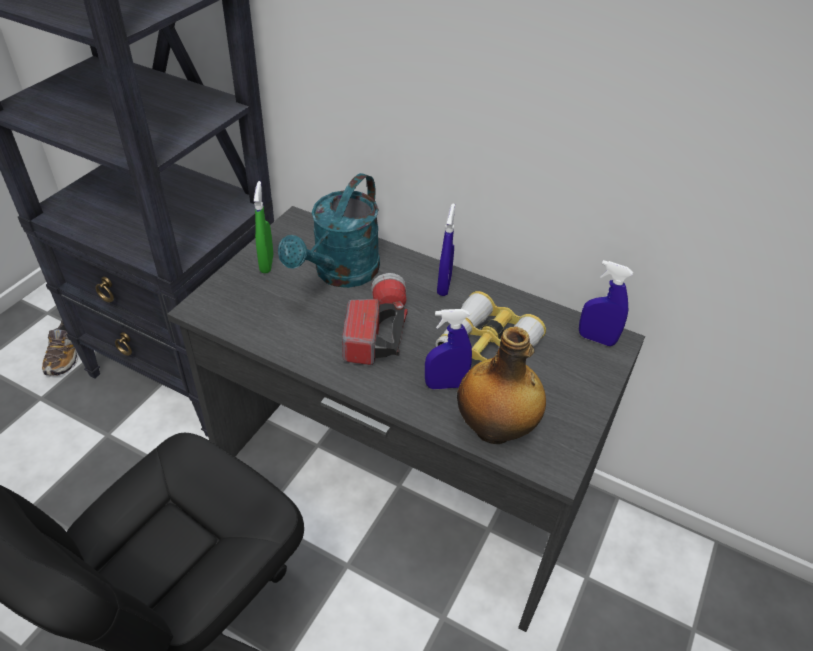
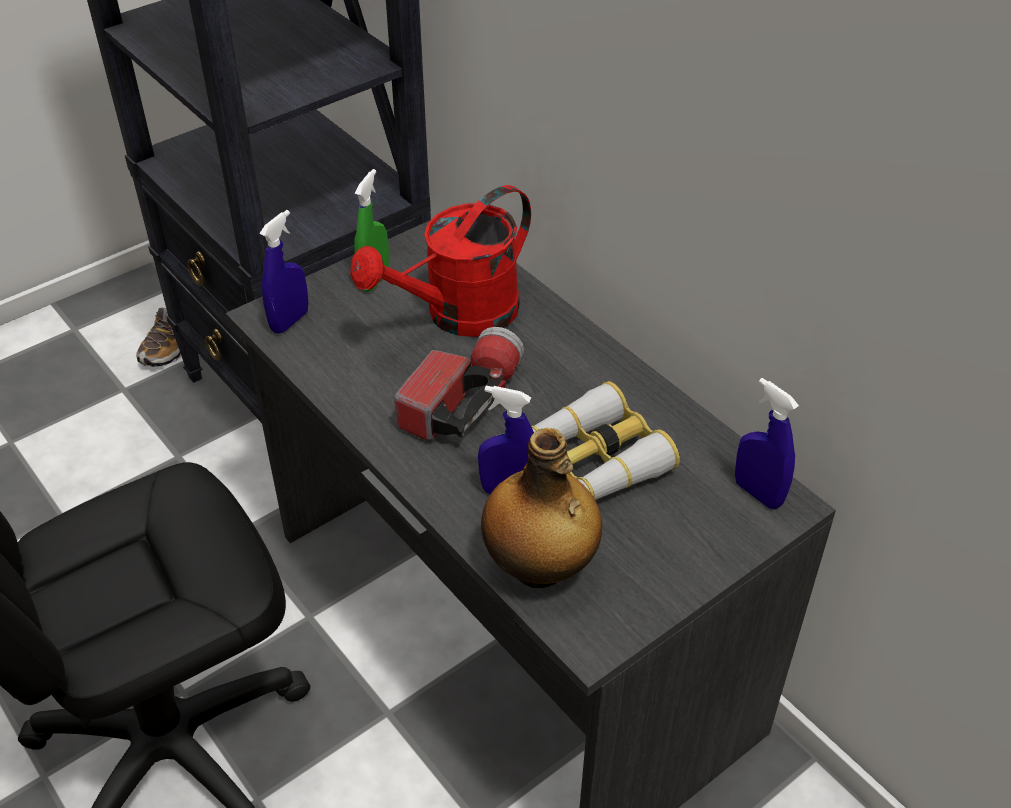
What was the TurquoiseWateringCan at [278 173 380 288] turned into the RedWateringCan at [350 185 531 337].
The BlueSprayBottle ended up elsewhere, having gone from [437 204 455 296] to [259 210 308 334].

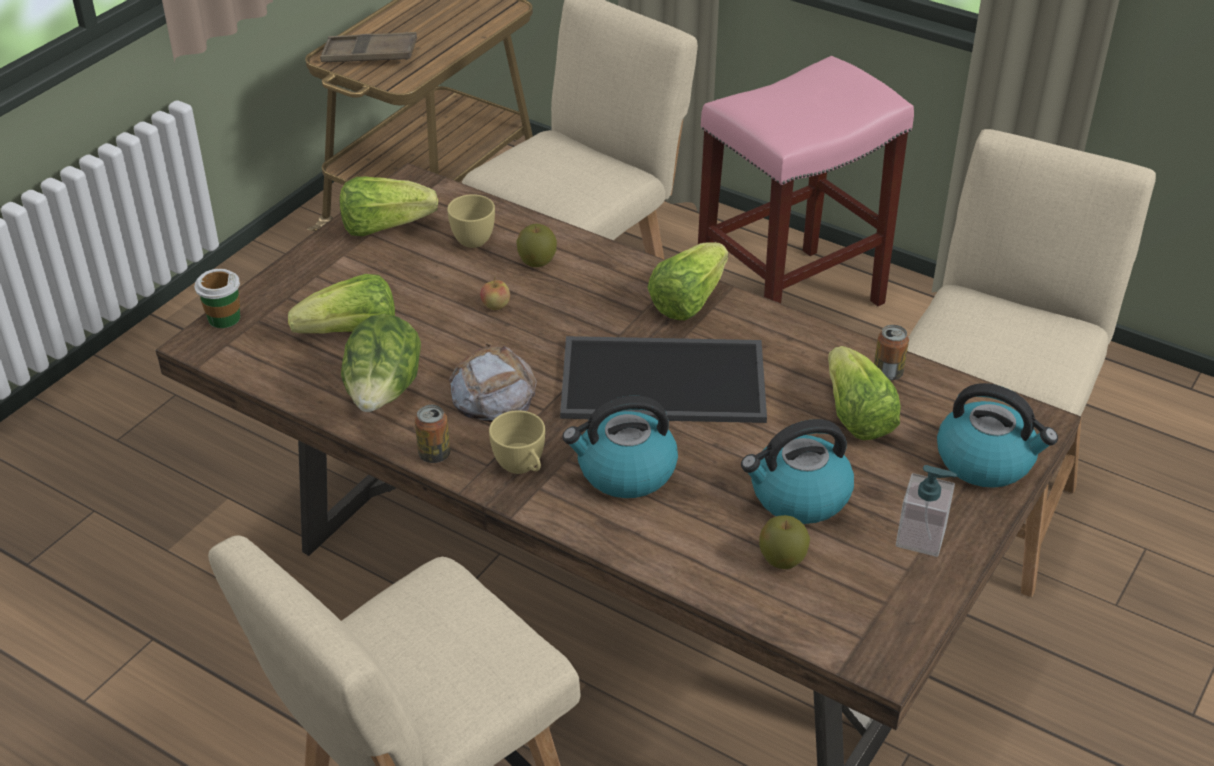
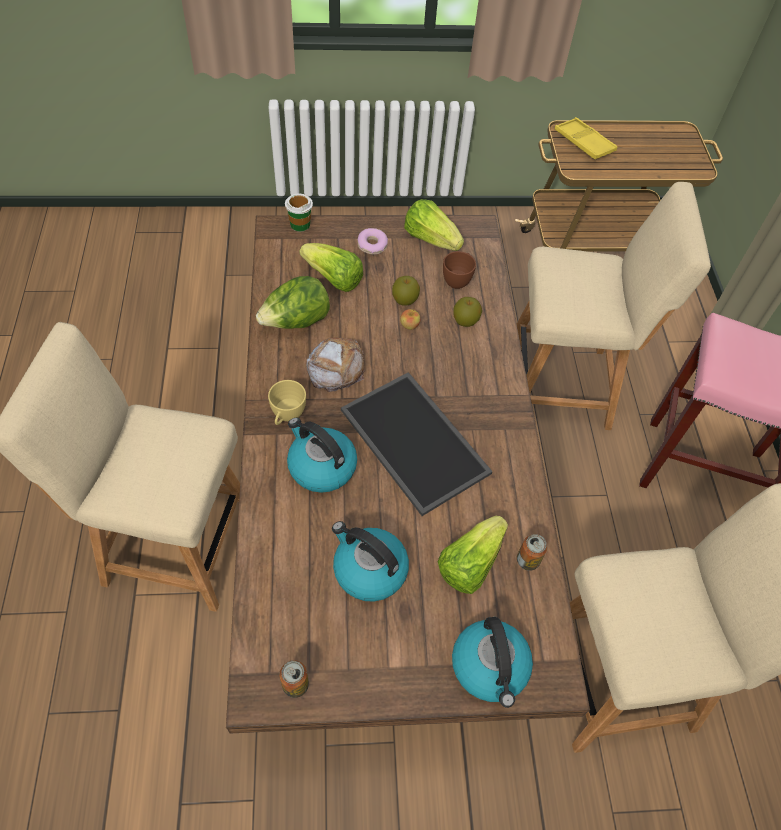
What was the BrownTray at [320 32 417 62] turned into the YellowTray at [555 117 618 159].
The Can ended up elsewhere, having gone from [415 405 450 463] to [279 660 309 698].
What was the YellowCup at [447 194 495 248] turned into the BrownCup at [443 251 476 289].
The second view lost the Lettuce at [647 242 728 320].
The Apple ended up elsewhere, having gone from [759 515 810 569] to [392 276 420 306].
The second view lost the SoapDispenser at [896 465 957 557].
The second view gained the Donut at [358 228 388 255].

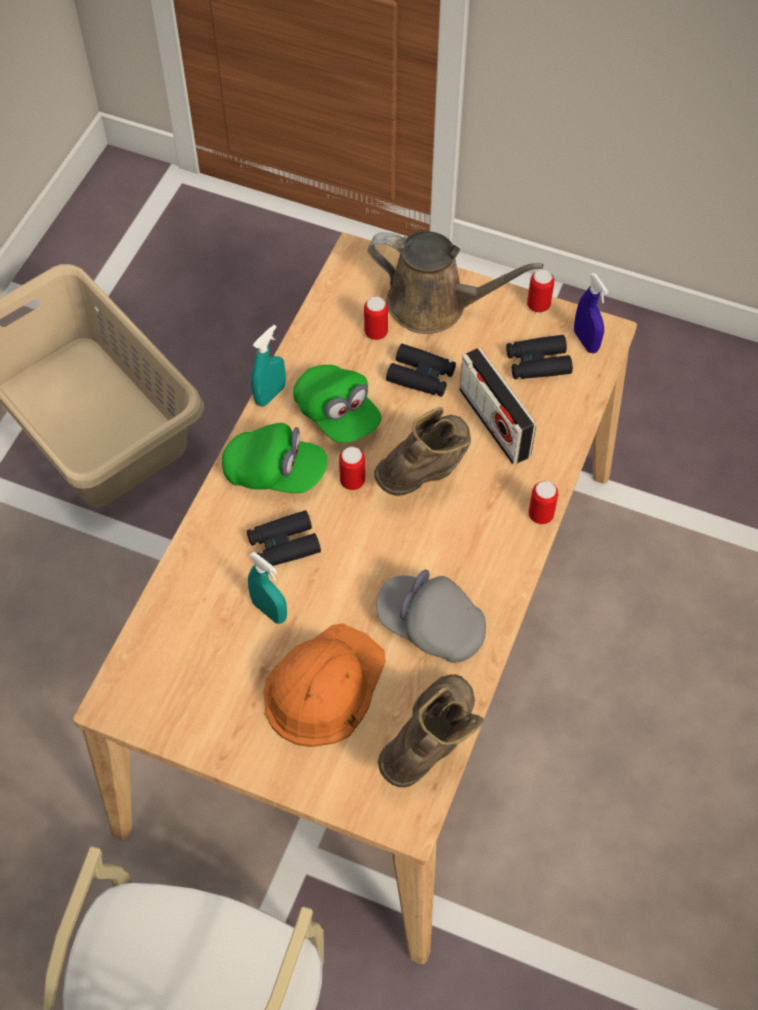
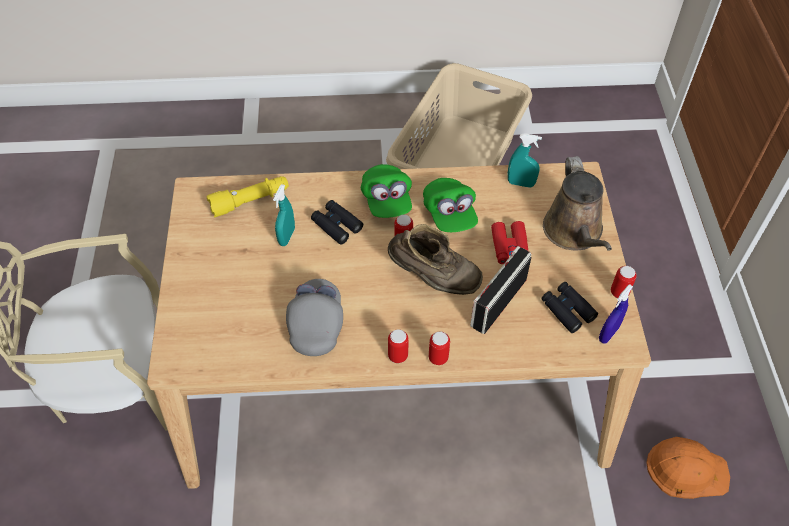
The TurquoiseSprayBottle ended up elsewhere, having gone from [251 325 286 406] to [508 133 542 188].
The OrangeHardHat ended up elsewhere, having gone from [263 623 386 747] to [646 437 730 499].
The GreenCap at [293 365 381 443] ended up facing another way, 45 degrees counterclockwise from before.
The Can ended up elsewhere, having gone from [364 296 388 340] to [388 329 409 363].
The second view lost the BrownBoot at [378 674 484 787].
What was the BlackBinoculars at [386 344 456 397] turned into the RedBinoculars at [491 221 528 264].
The second view gained the YellowFlashlight at [207 176 289 217].

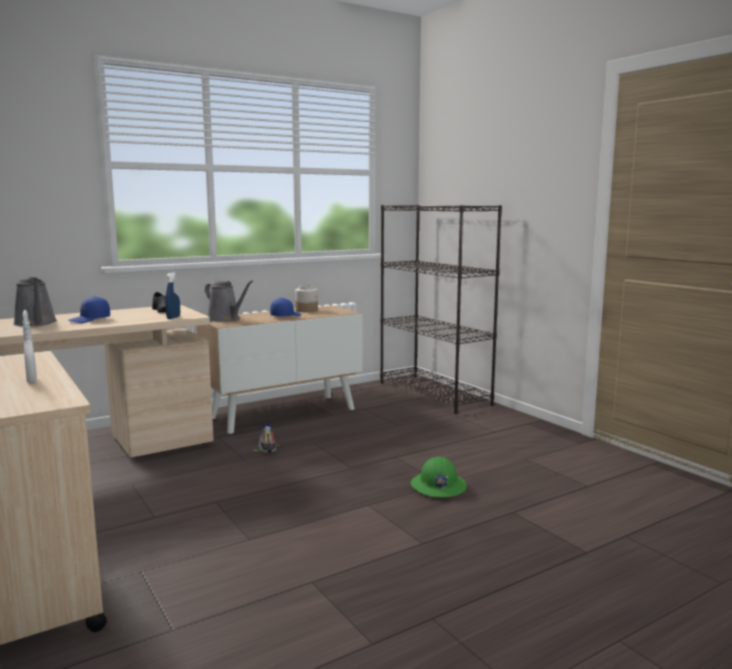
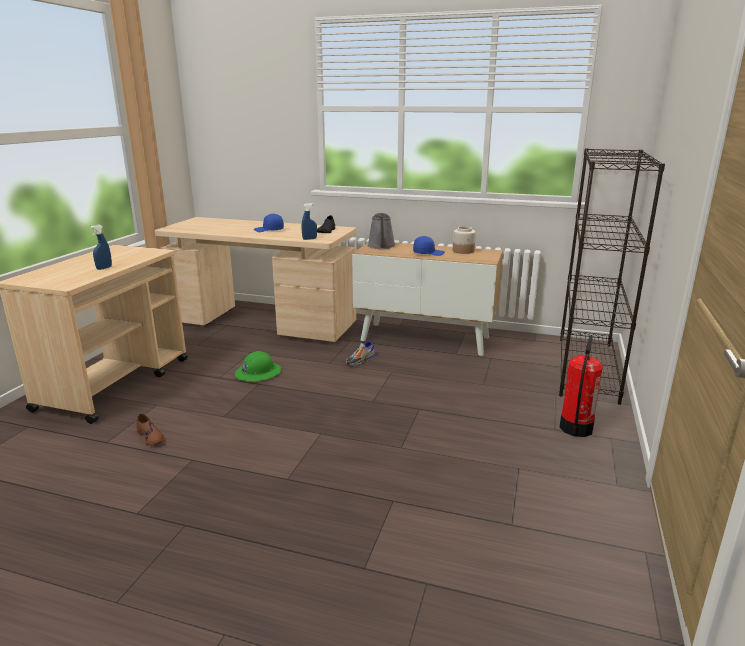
The second view lost the GreyWateringCan at [13 277 57 327].
What was the WhiteSprayBottle at [22 310 37 383] turned into the BlueSprayBottle at [90 225 112 270].
The GreenHardHat ended up elsewhere, having gone from [411 457 467 497] to [235 351 281 381].
The second view gained the BrownShoe at [136 414 165 446].
The second view gained the FireExtinguisher at [560 336 603 437].

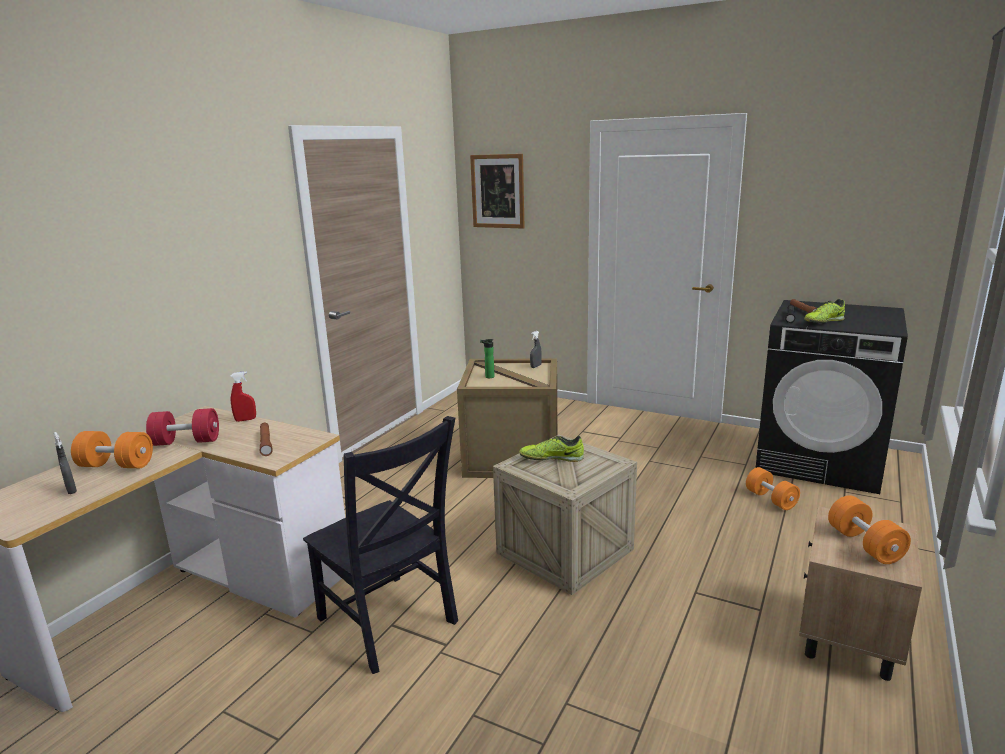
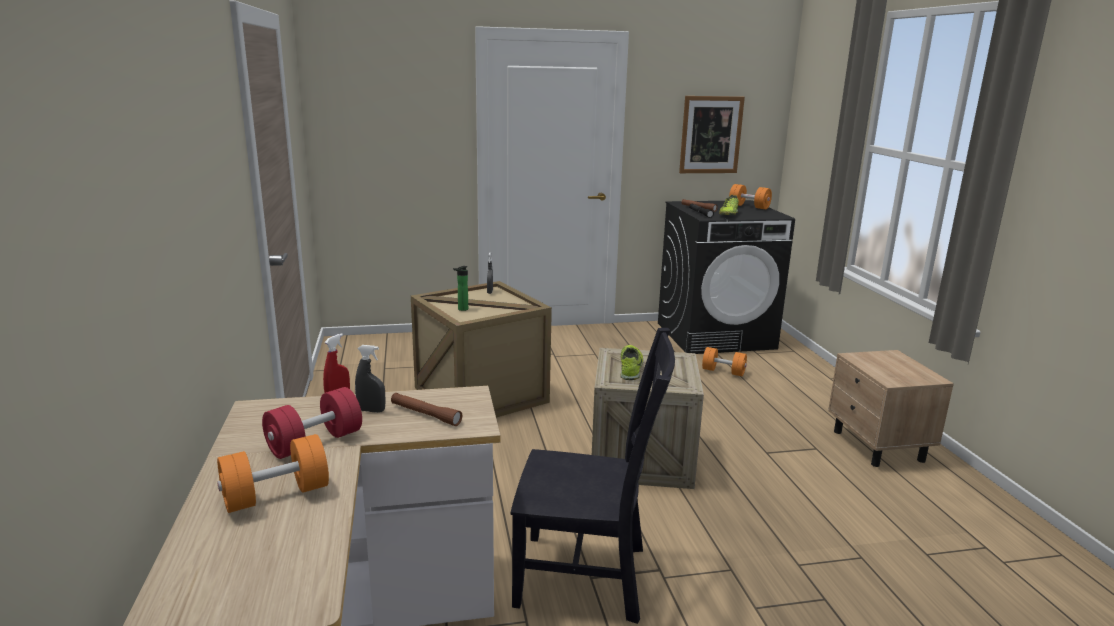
The GreySprayBottle ended up elsewhere, having gone from [53 432 77 494] to [355 345 385 413].
The Picture ended up elsewhere, having gone from [470 154 525 229] to [679 96 745 173].
The Shoe at [519 436 584 462] ended up facing another way, 135 degrees clockwise from before.
The OrangeDumbbell ended up elsewhere, having gone from [828 495 911 564] to [729 184 772 209].

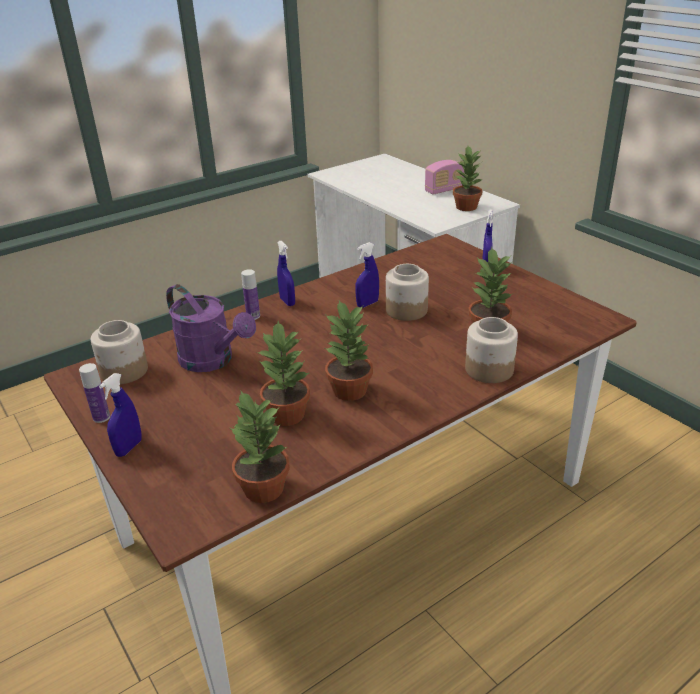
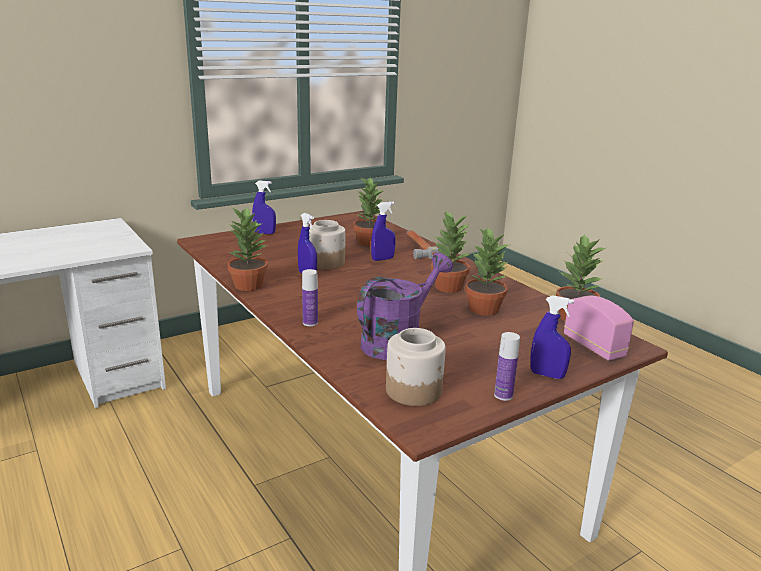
The BlueSprayBottle ended up elsewhere, having gone from [277 241 295 306] to [371 201 396 261].
The Radio ended up elsewhere, having gone from [425 160 465 195] to [564 296 634 361].
The PottedPlant ended up elsewhere, having gone from [453 146 482 211] to [228 207 268 291].
Where the Jar stood at [465 317 518 383], the Hammer came to stand at [407 230 440 259].

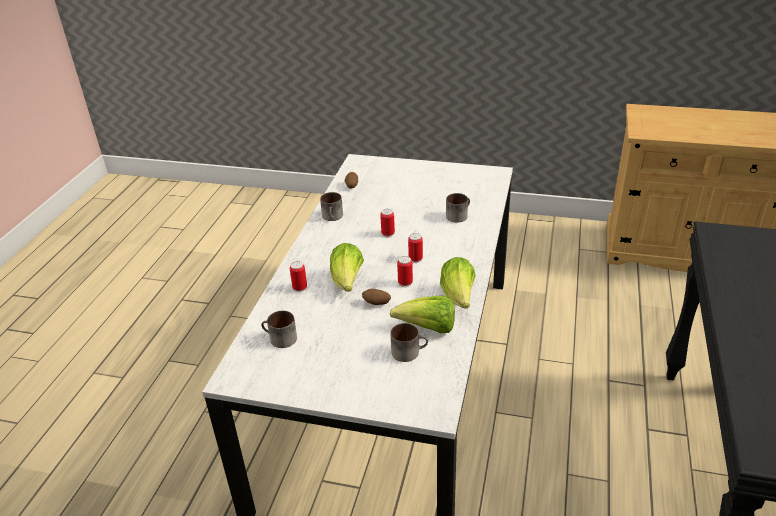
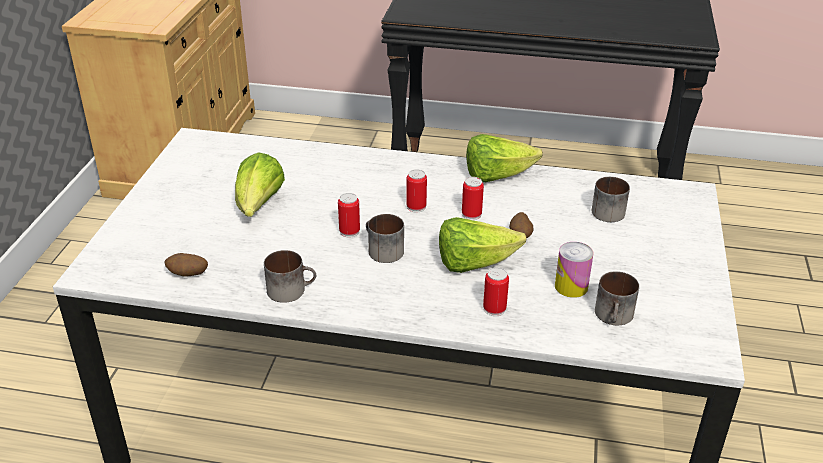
The Lettuce ended up elsewhere, having gone from [389 296 455 333] to [235 152 285 217].
The Mug ended up elsewhere, having gone from [446 193 470 223] to [366 214 404 263].
The second view gained the Can at [555 242 594 298].

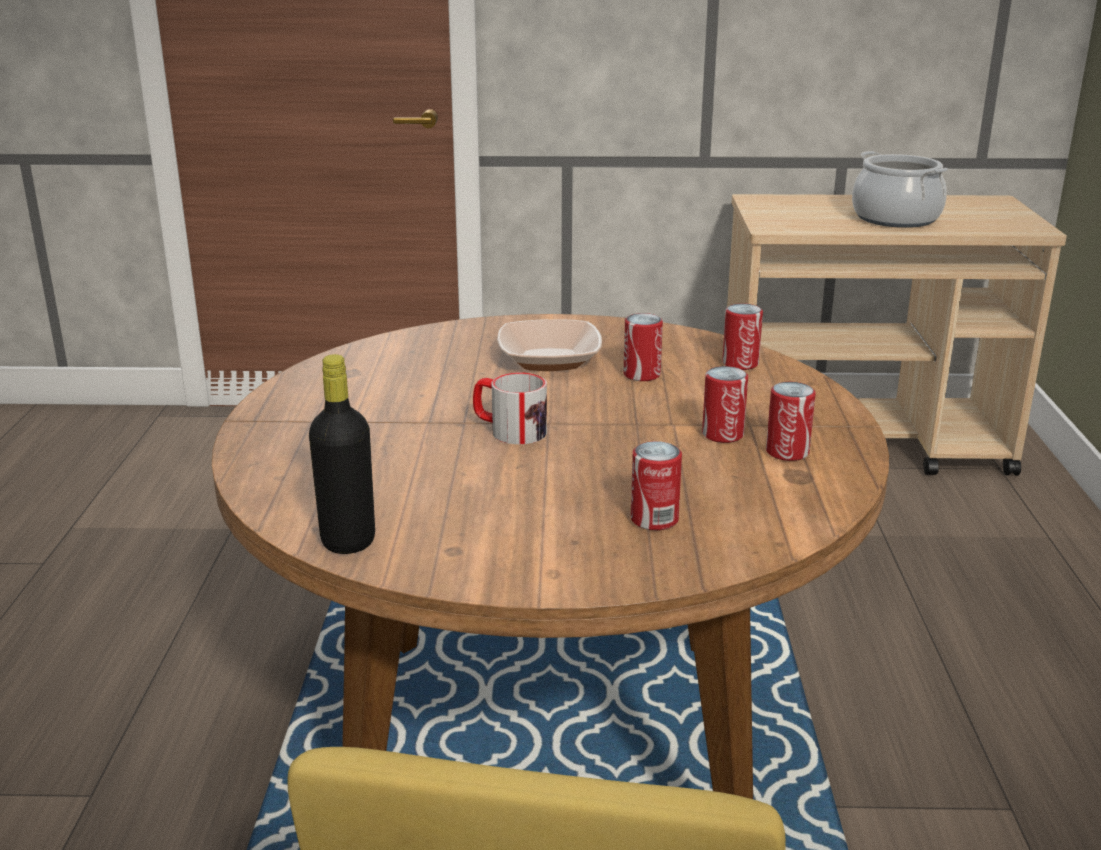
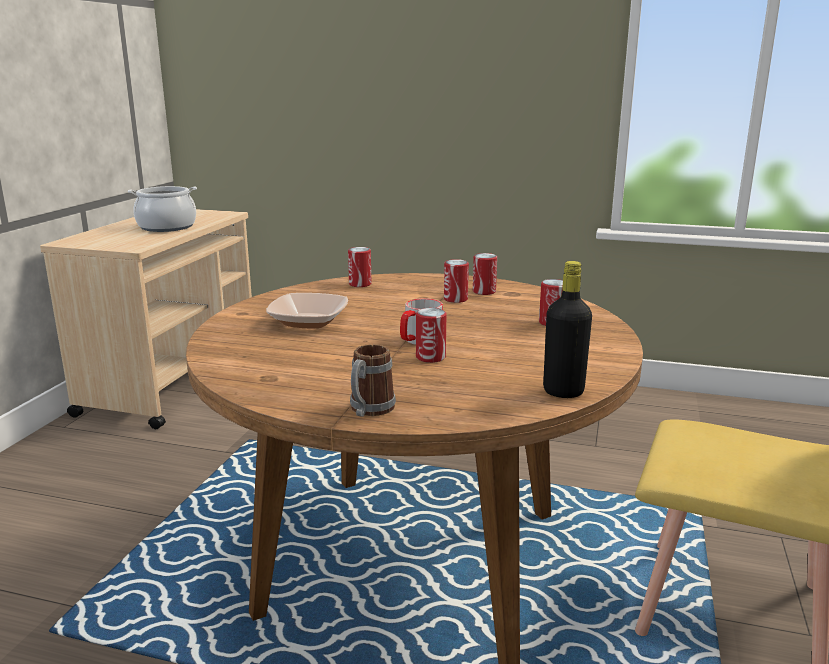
The Can ended up elsewhere, having gone from [623 313 663 381] to [416 308 446 363].
The second view gained the Mug at [350 344 396 417].

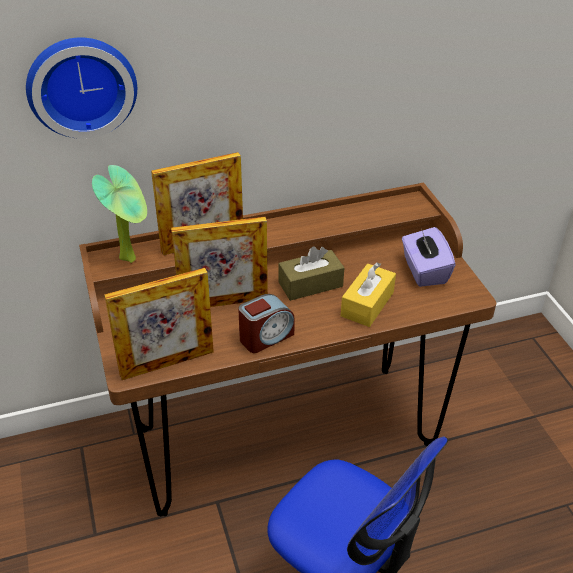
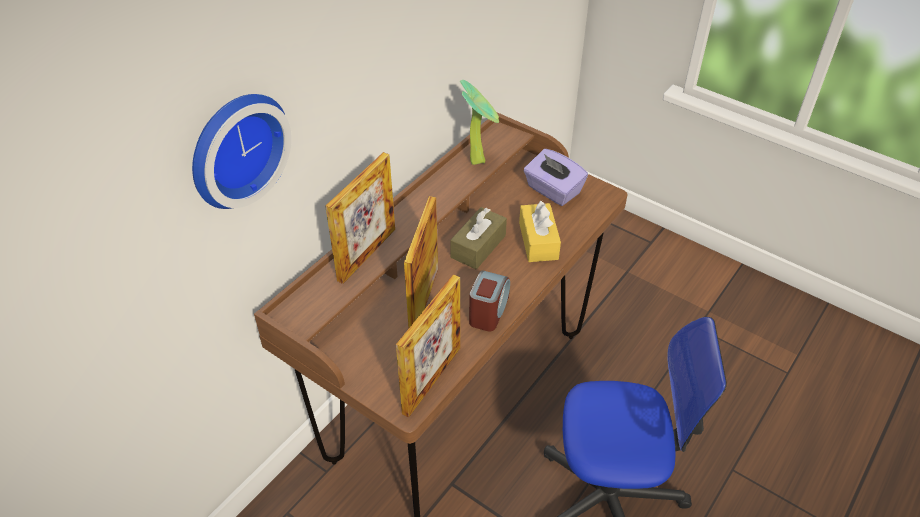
The PottedPlant ended up elsewhere, having gone from [92 165 147 263] to [460 80 499 165].
The PictureFrame at [171 217 268 307] ended up facing another way, 150 degrees clockwise from before.

